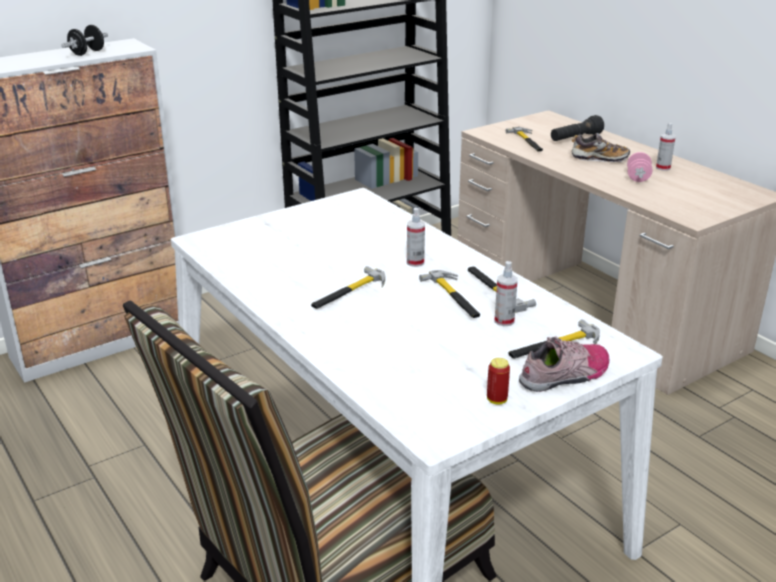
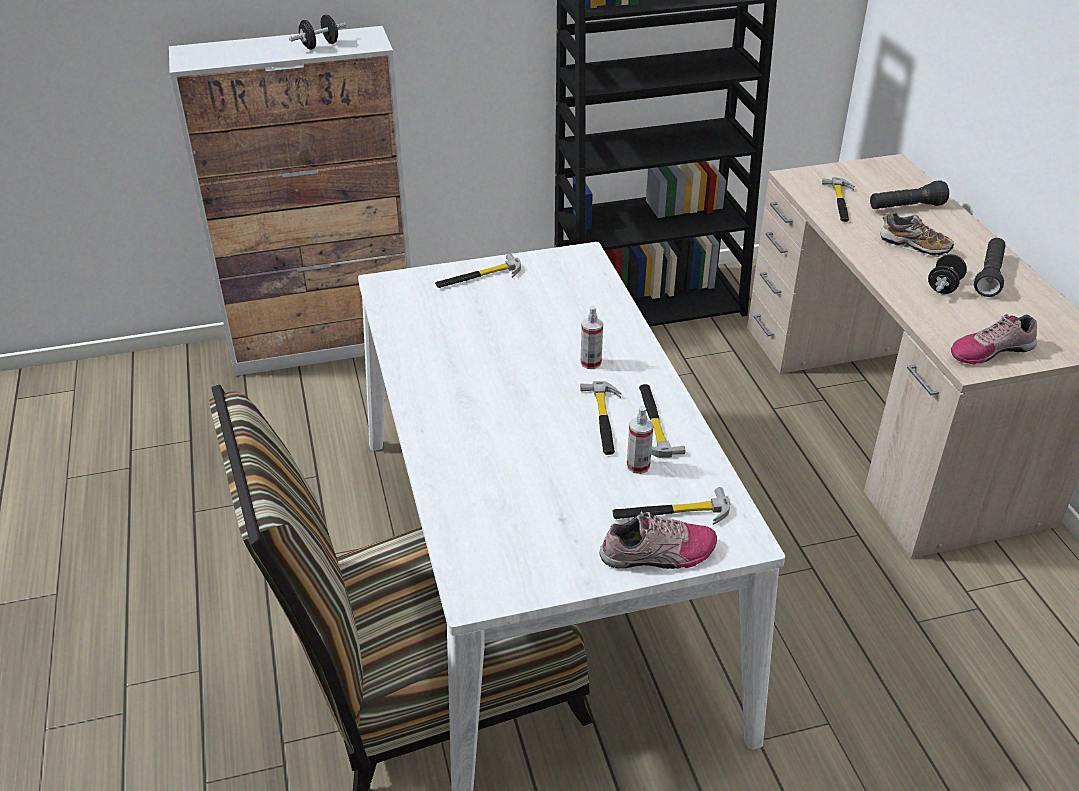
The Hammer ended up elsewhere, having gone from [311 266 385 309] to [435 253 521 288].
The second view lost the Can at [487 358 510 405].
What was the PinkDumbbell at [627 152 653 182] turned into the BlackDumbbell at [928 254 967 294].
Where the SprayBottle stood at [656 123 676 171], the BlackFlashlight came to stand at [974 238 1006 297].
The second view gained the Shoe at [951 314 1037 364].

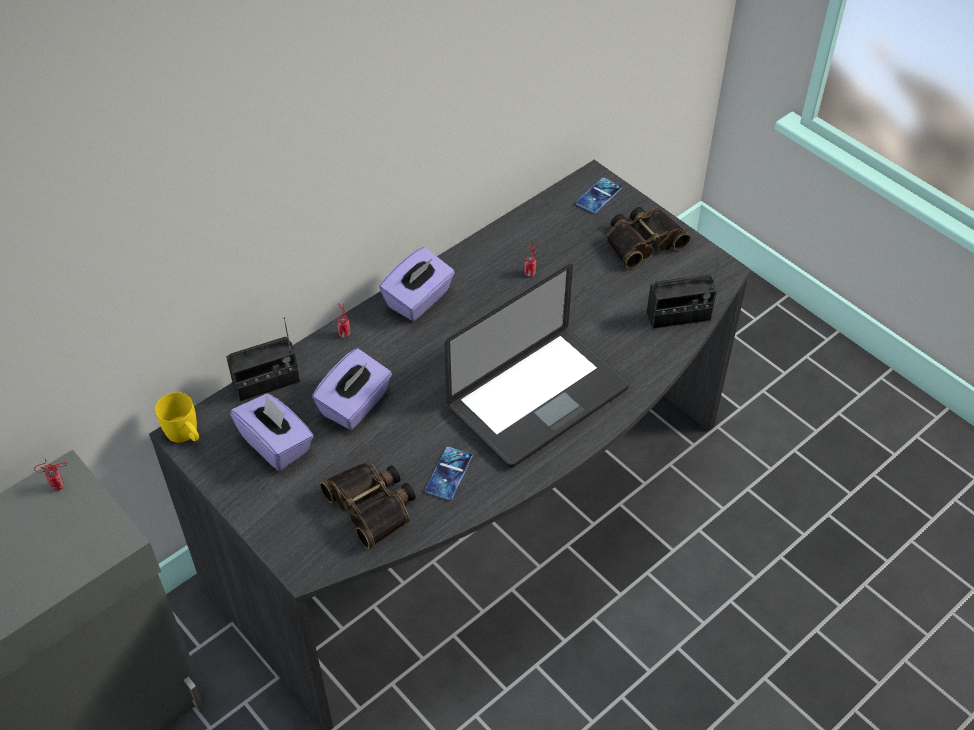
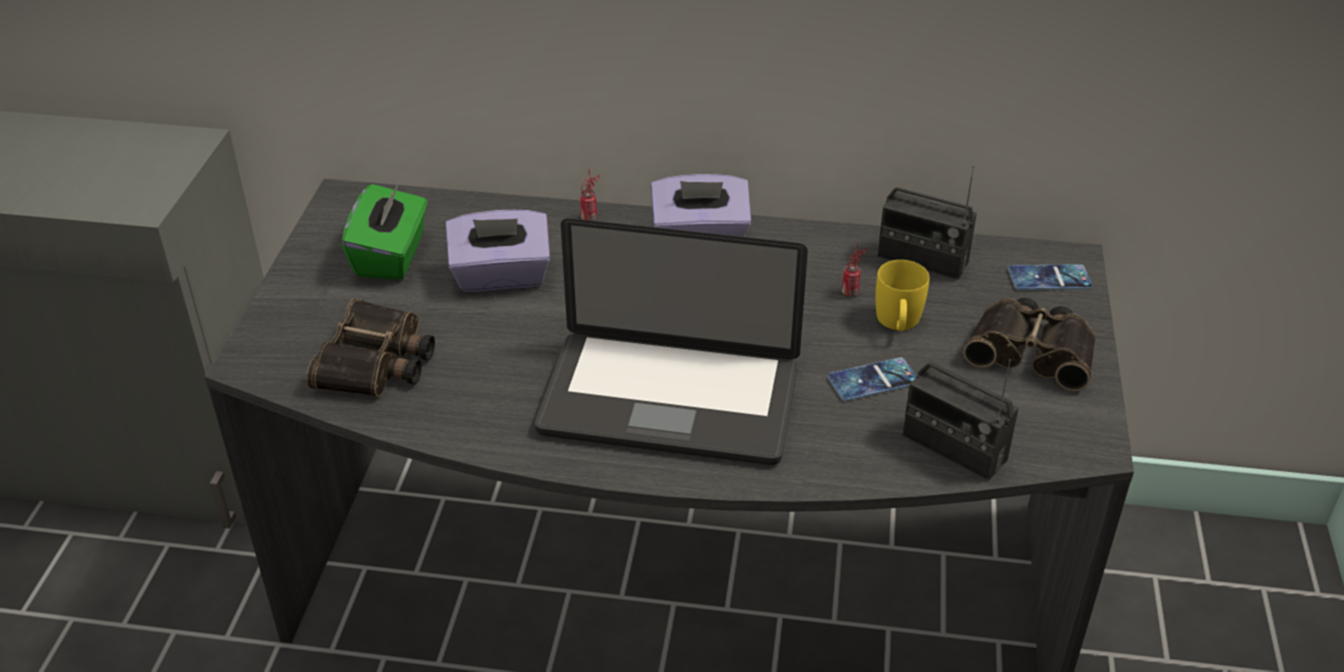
The second view lost the Can at [34 459 67 491].
The YellowMug ended up elsewhere, having gone from [155 392 199 443] to [876 260 929 331].
The Radio ended up elsewhere, having gone from [226 317 300 402] to [877 166 977 280].
What was the PurpleTissueBox at [230 393 313 471] turned into the GreenTissueBox at [342 183 428 280].
The Phone ended up elsewhere, having gone from [425 447 472 500] to [827 357 916 401].

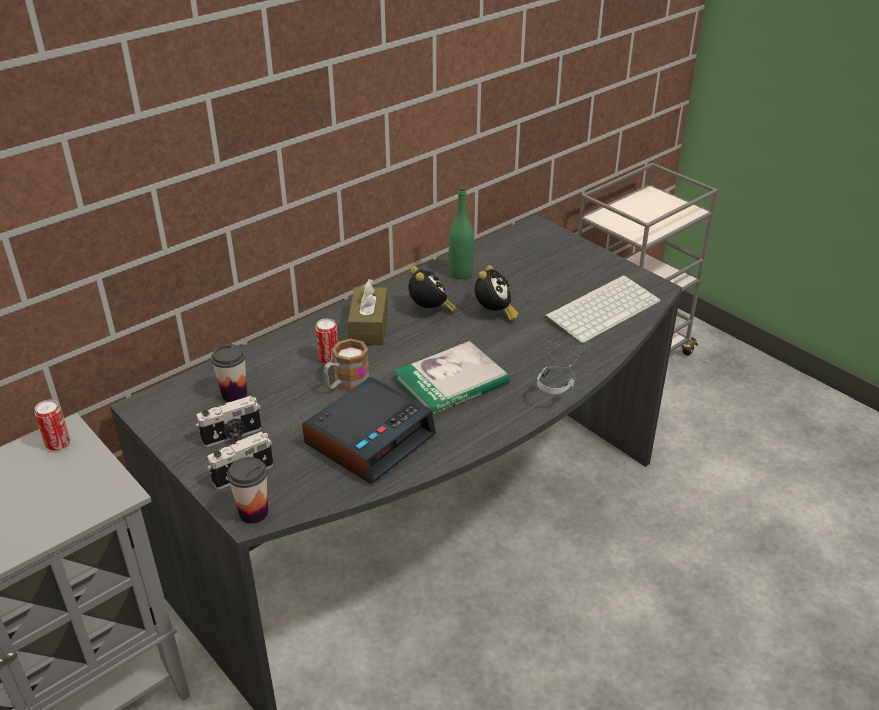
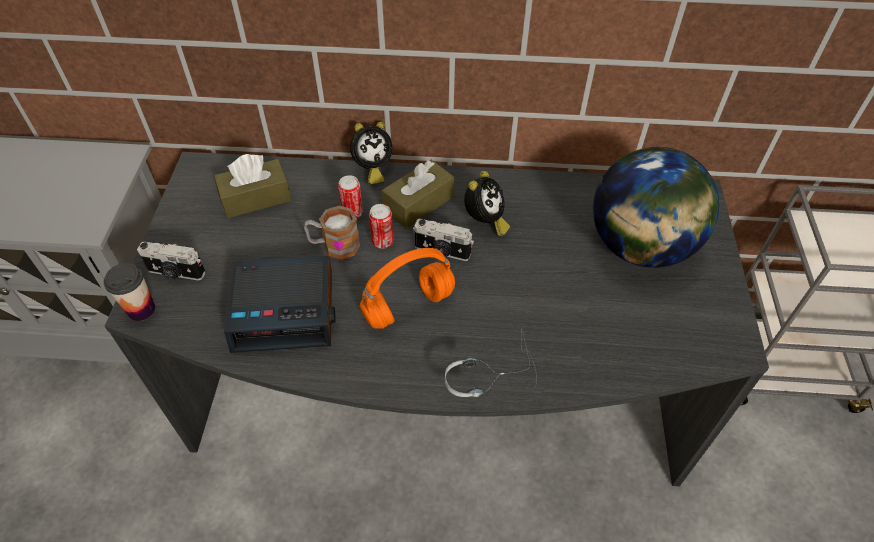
The Can ended up elsewhere, having gone from [34 400 70 451] to [369 204 393 248].
The PhotoCamera ended up elsewhere, having gone from [196 396 261 447] to [413 219 474 261].
Where the Cup stood at [211 344 247 402], the BrownTissueBox came to stand at [214 154 291 218].
Where the Book stood at [394 341 510 415], the OrangeHeadphones came to stand at [360 248 455 329].
The second view lost the GreenBottle at [449 187 474 279].
The AlarmClock ended up elsewhere, having gone from [475 265 519 321] to [350 122 392 185].
The second view lost the Keyboard at [543 276 661 343].
The second view gained the Globe at [593 147 719 268].

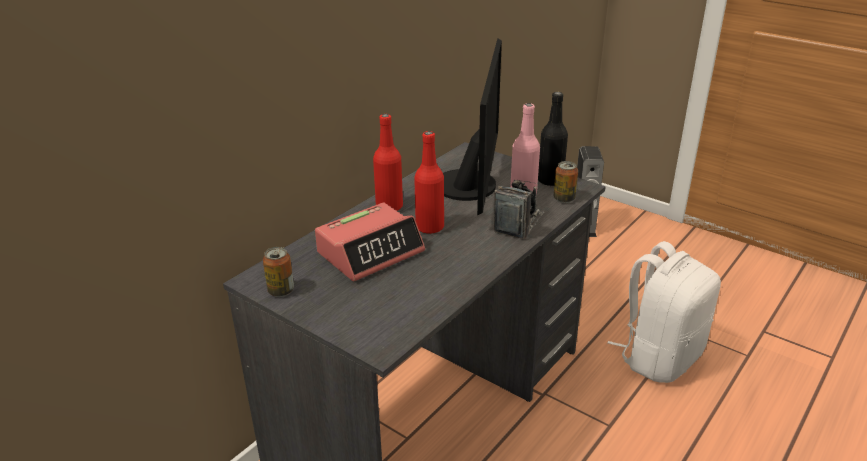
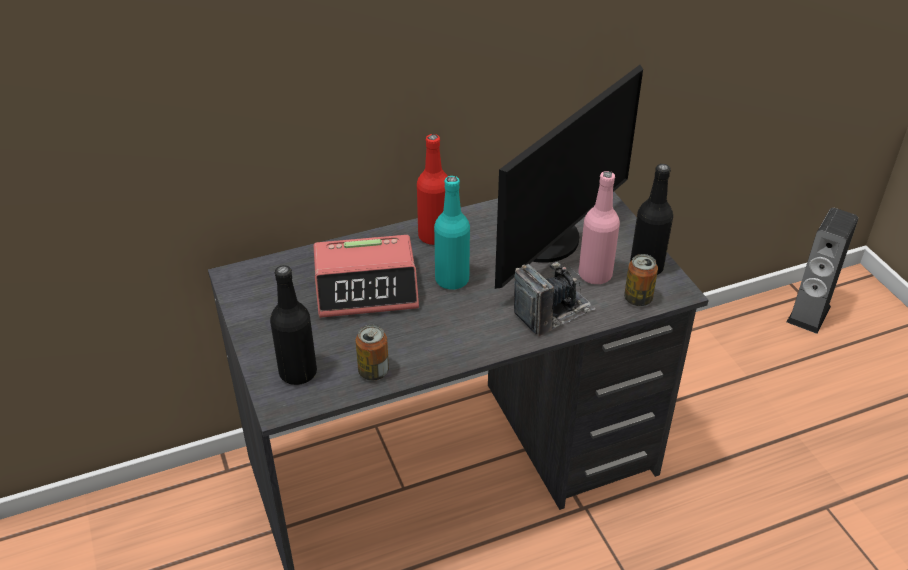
The Can ended up elsewhere, having gone from [263 247 294 297] to [356 325 389 381].
What was the RedBottle at [414 131 444 234] turned into the TurquoiseBottle at [434 176 470 290].
The second view lost the WhiteBackpack at [607 241 721 383].
The second view gained the BlackBottle at [270 265 317 385].

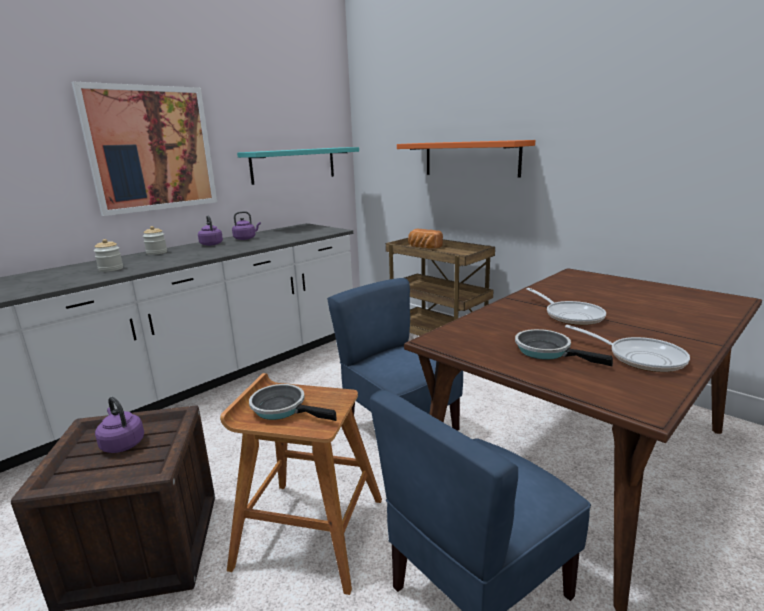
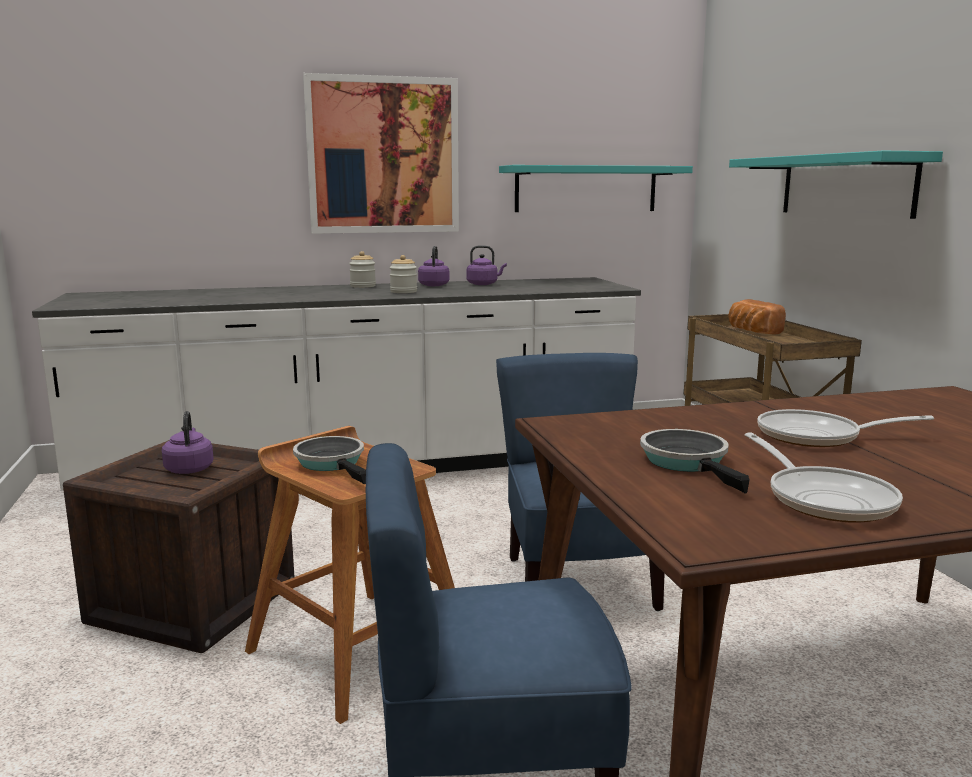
The Jar ended up elsewhere, having gone from [94 239 123 272] to [390 255 417 293].
What was the OrangeShelf at [397 140 535 178] turned into the TurquoiseShelf at [729 151 943 219].
The FryingPan at [526 288 606 325] ended up facing another way, 90 degrees clockwise from before.

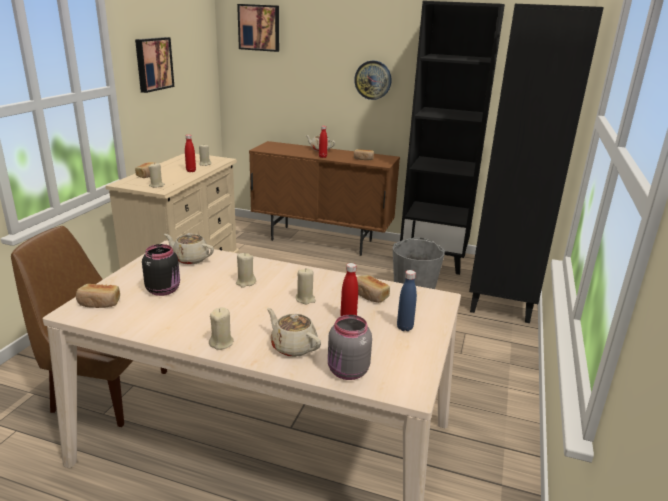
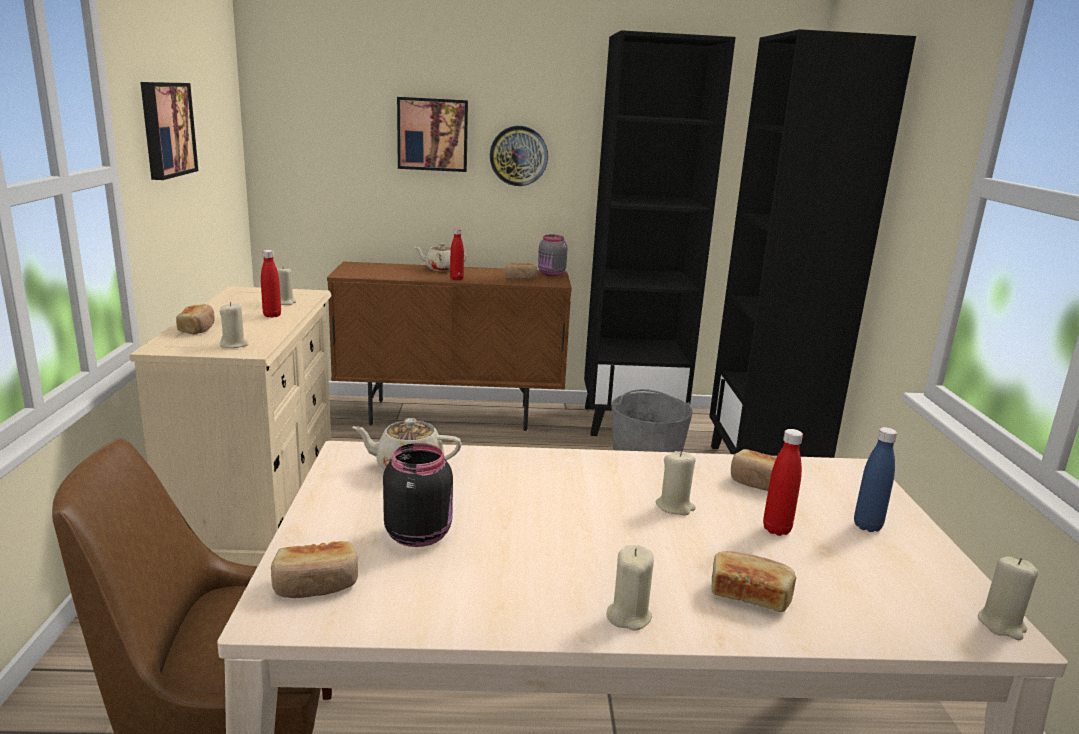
The BeigeCandle ended up elsewhere, having gone from [236 253 256 288] to [978 556 1038 640].
The Picture ended up elsewhere, having gone from [237 4 279 52] to [397 97 468 172].
Where the BeigeTeapot stood at [267 308 321 357], the Bread came to stand at [711 551 796 612].
The GreyJar ended up elsewhere, having gone from [328 315 372 380] to [538 235 567 276].

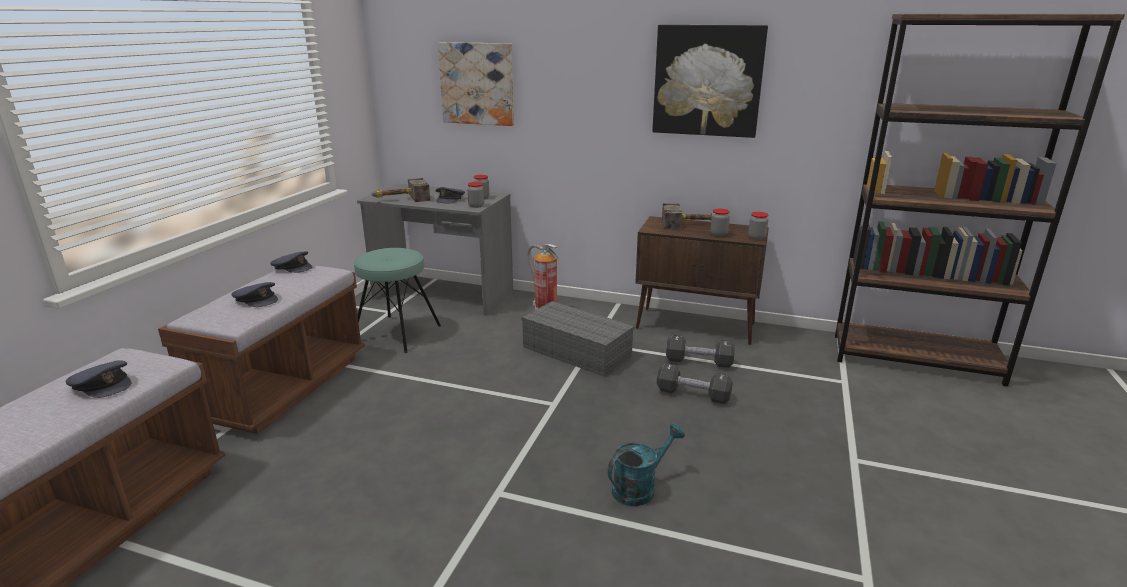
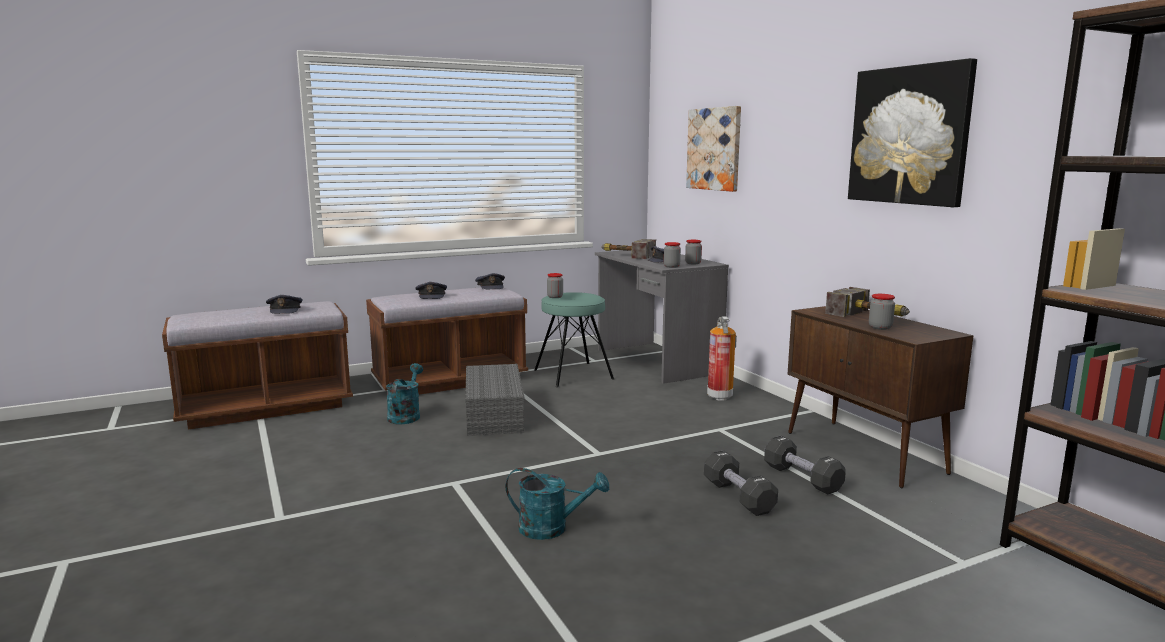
The GreyStorageBox ended up elsewhere, having gone from [522 301 634 377] to [465 364 524 436].
The Jar ended up elsewhere, having gone from [748 212 768 240] to [547 273 563 298].
The second view gained the TurquoiseWateringCan at [386 363 423 425].

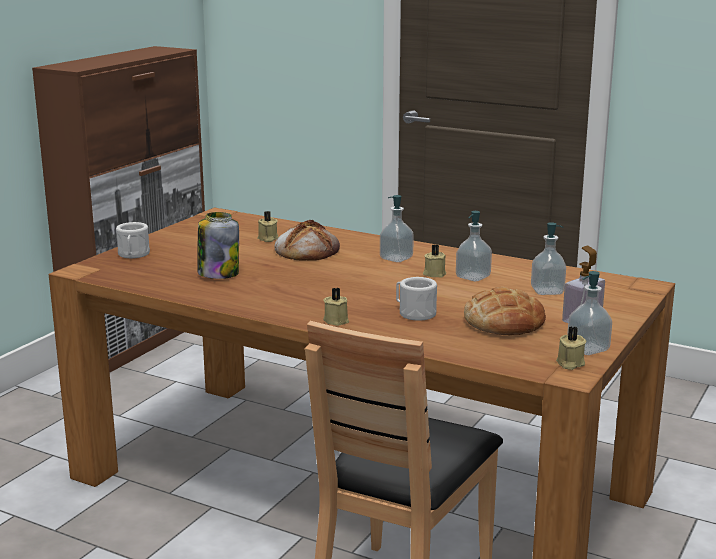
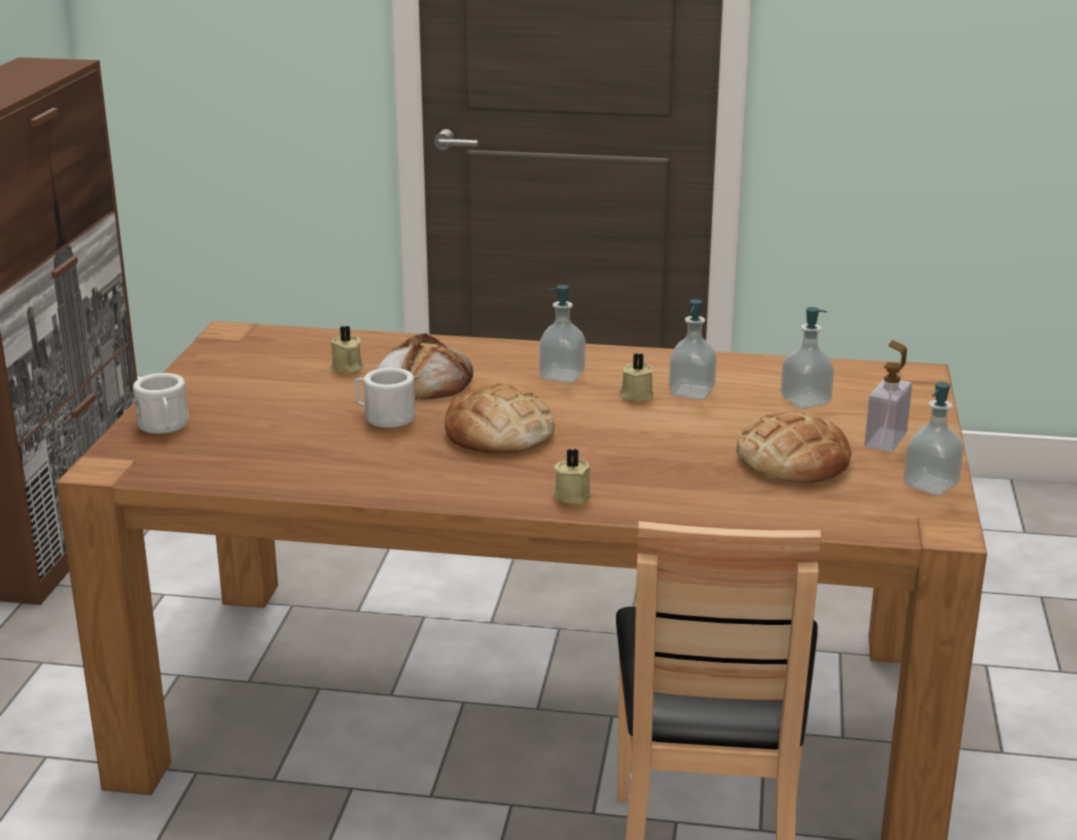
The second view lost the Jar at [198 212 239 279].
The WhiteMug ended up elsewhere, having gone from [396 277 437 321] to [355 368 415 428].
The second view lost the BeigeCandle at [556 327 586 370].
The second view gained the Bread at [445 382 555 453].

